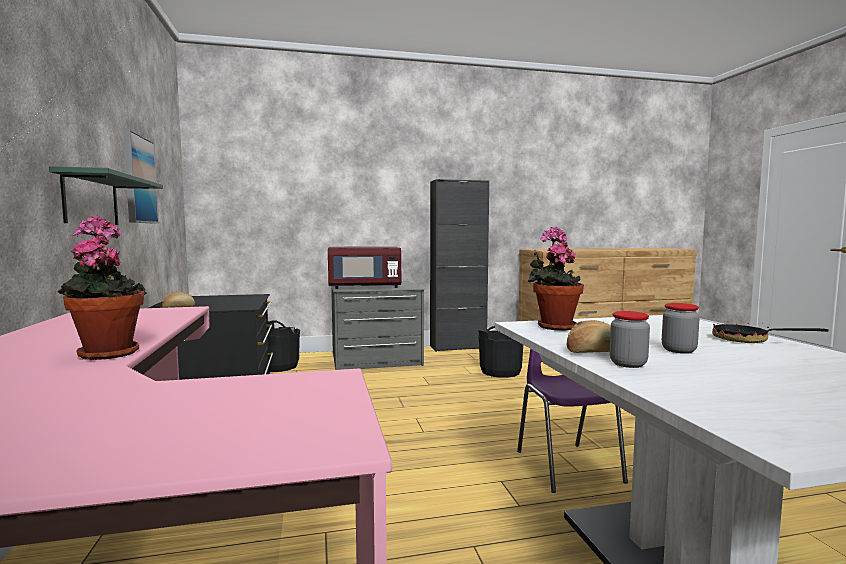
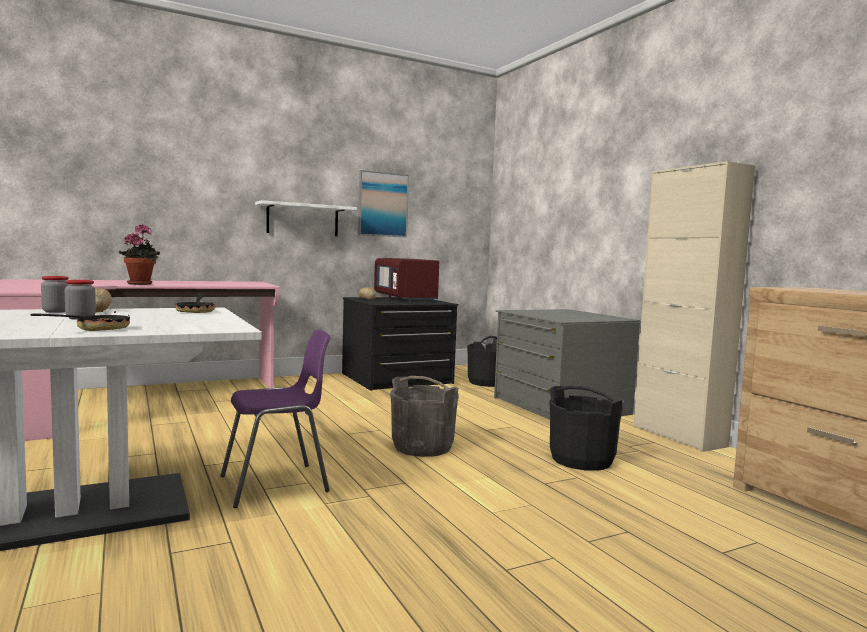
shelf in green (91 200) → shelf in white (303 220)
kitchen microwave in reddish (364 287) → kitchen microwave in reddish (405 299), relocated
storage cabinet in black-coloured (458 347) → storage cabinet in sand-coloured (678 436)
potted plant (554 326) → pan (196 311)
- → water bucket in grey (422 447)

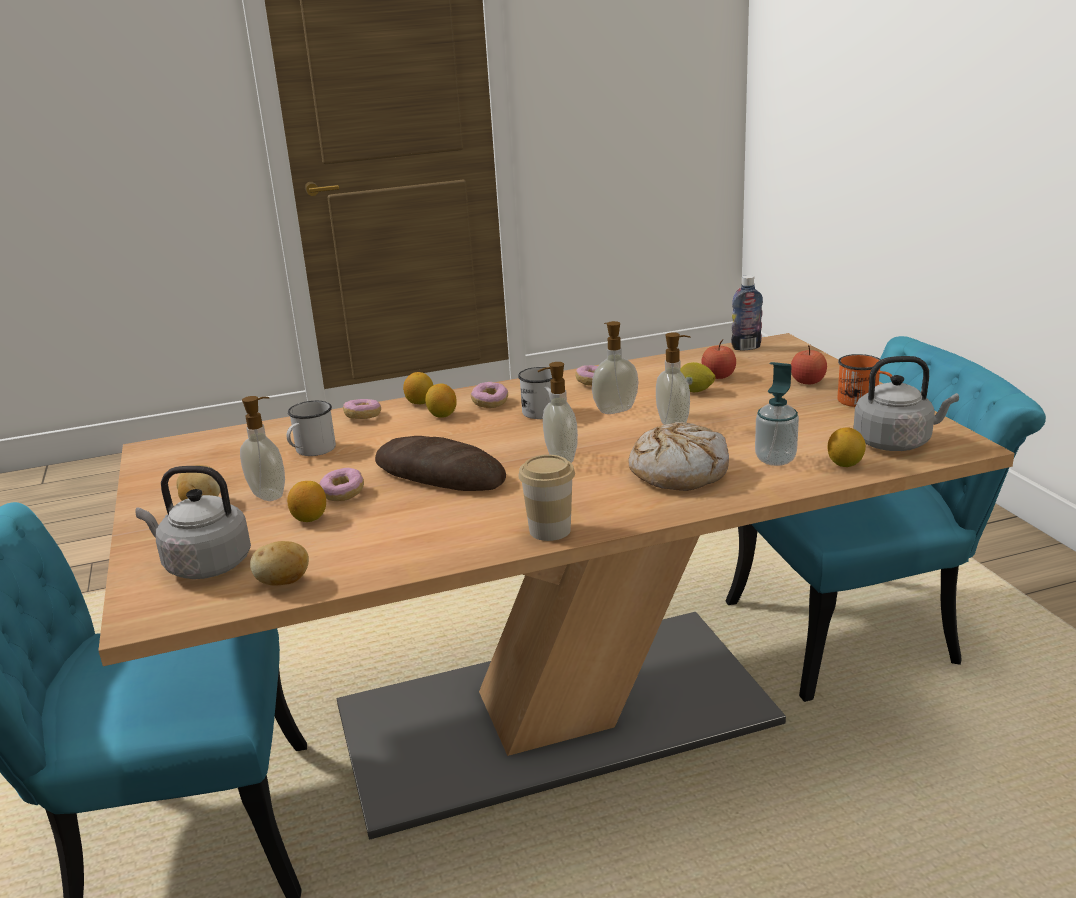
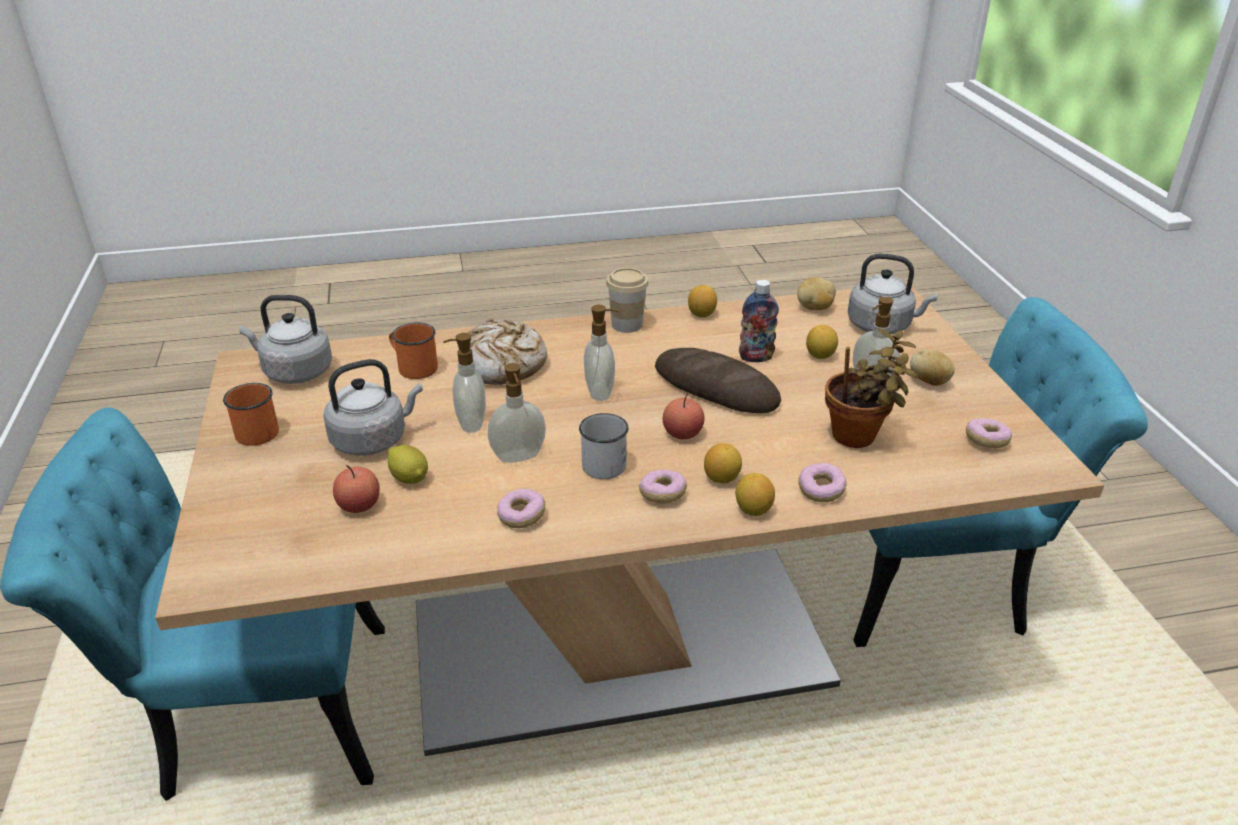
coffee mug in white (311 451) → potted plant (858 437)
ring doughnut (343 493) → ring doughnut (986 441), relocated
bottle (746 347) → bottle (756 357), relocated
liquid soap bottle (775 459) → coffee mug in orange-coloured (413 367)
apple fruit (807 382) → apple fruit (682 433), relocated
citrus fruit (845 464) → citrus fruit (701 314), relocated
- → kettle in grey (373 440)

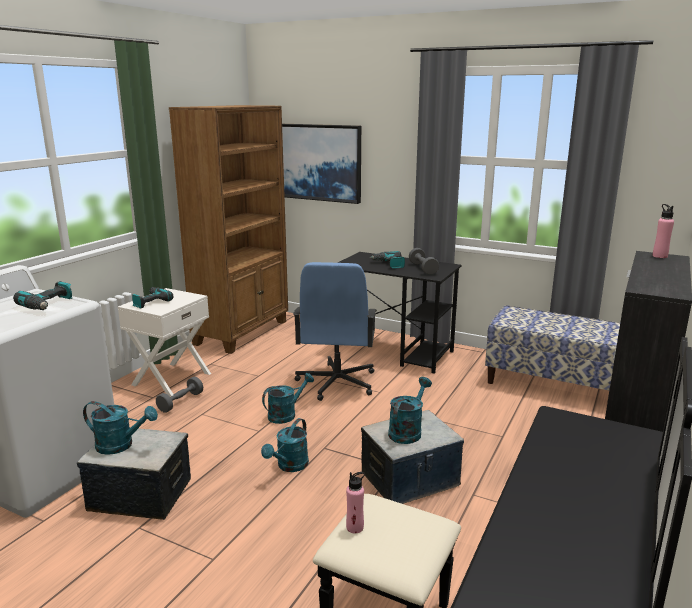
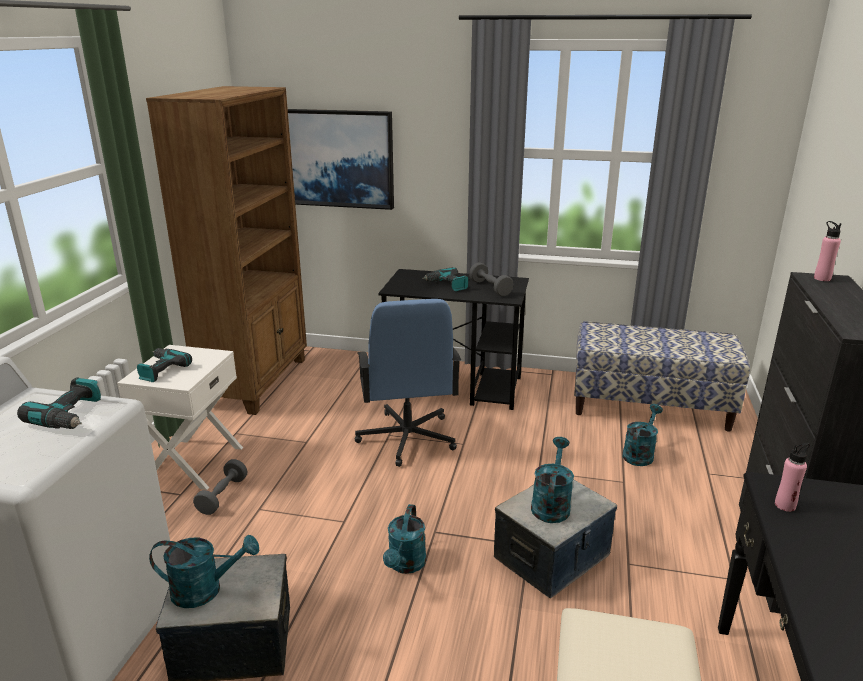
watering pot in blue-green (286 414) → watering pot in blue-green (639 454), relocated
bottle in pink-coloured (355 527) → bottle in pink-coloured (785 505), relocated

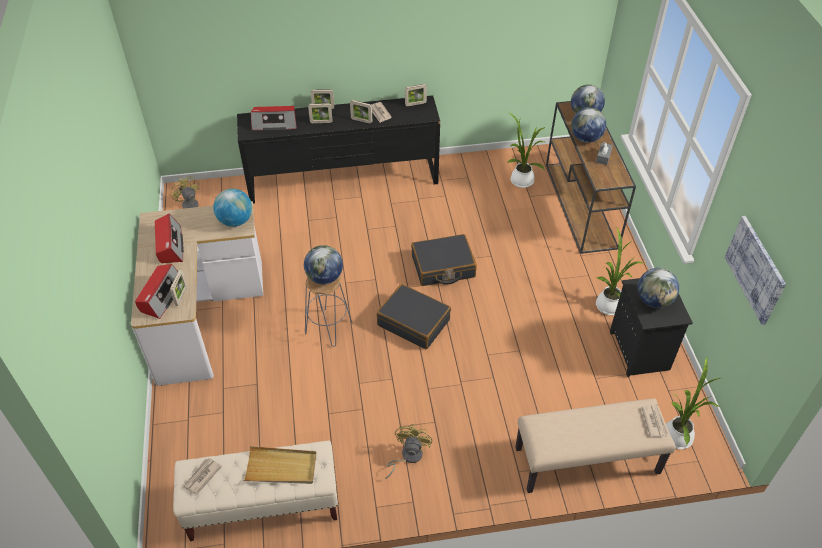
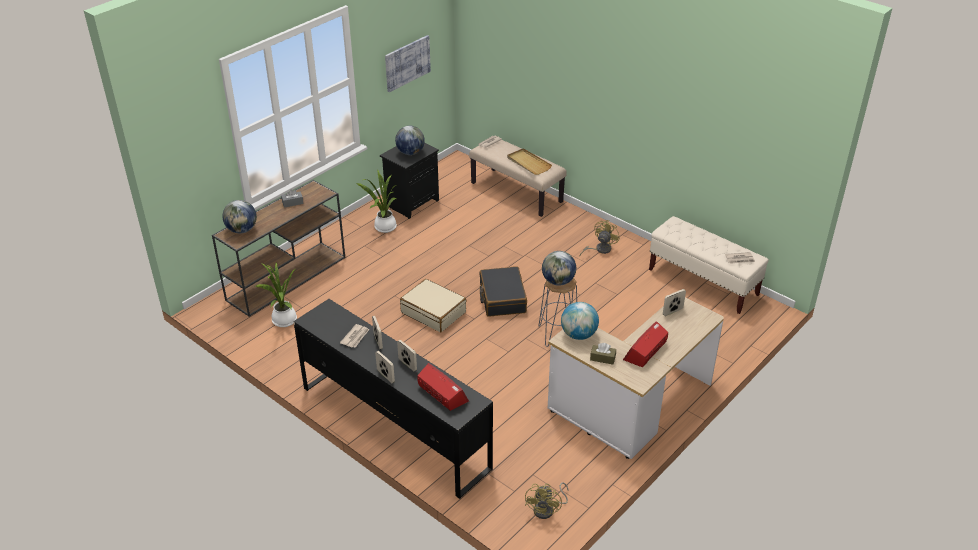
radio receiver (161 296) → -
serving tray in sand-coloured (281 467) → serving tray in sand-coloured (528 163), relocated
fan in yellowish (407 456) → fan in yellowish (600 249), 150 degrees clockwise
standing frame (415 104) → -
piece of luggage in black-coloured (443 267) → piece of luggage in sand-coloured (433 312)
desk globe (585 138) → -
potted plant (678 435) → -
- → box of tissues in brownish (602 358)

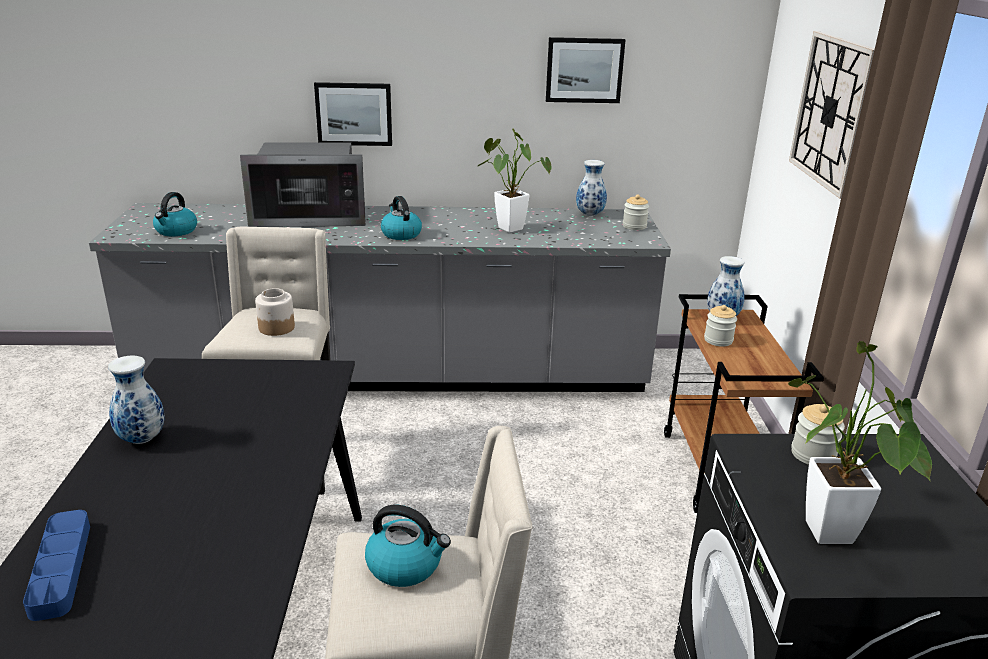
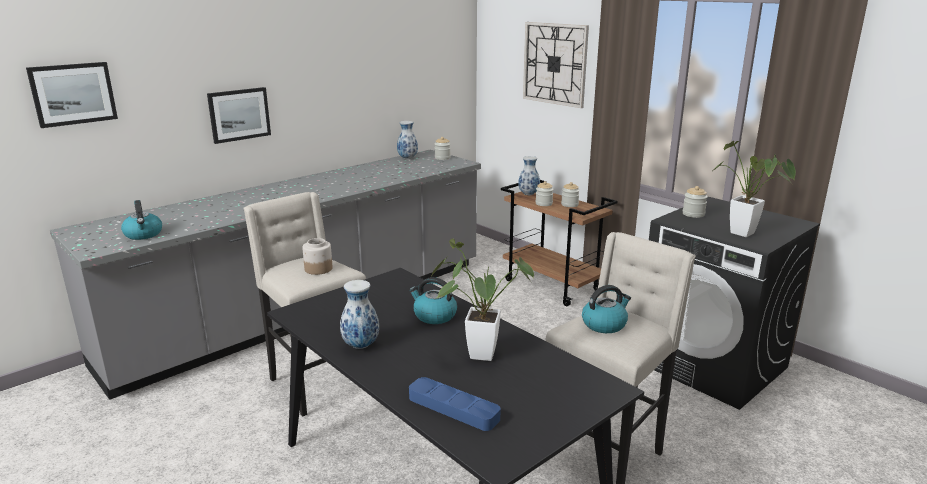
kitchen microwave (310 216) → -
kettle (400 234) → kettle (434 316), relocated
potted plant (507 227) → potted plant (475 354), relocated
wall picture (584 70) → wall picture (73 94), relocated
- → storage jar (569 204)

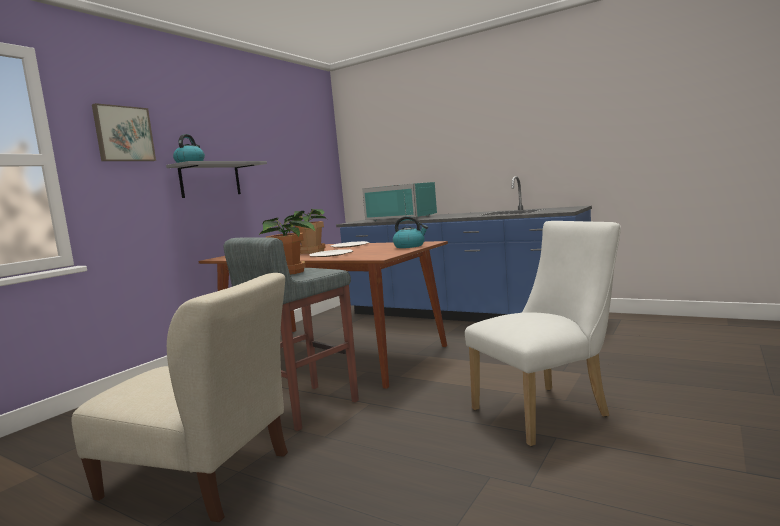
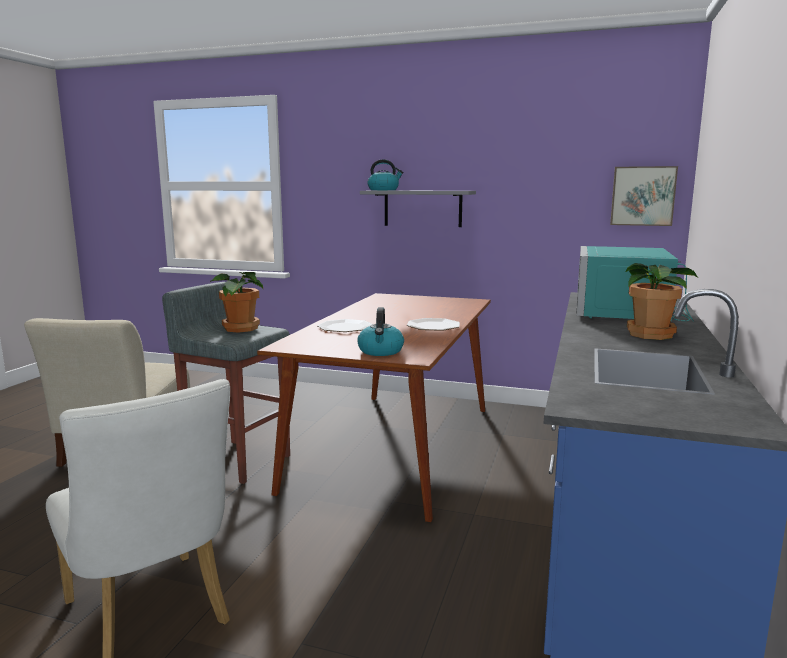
wall picture (123 134) → wall picture (642 196), relocated
potted plant (311 252) → potted plant (650 334), relocated

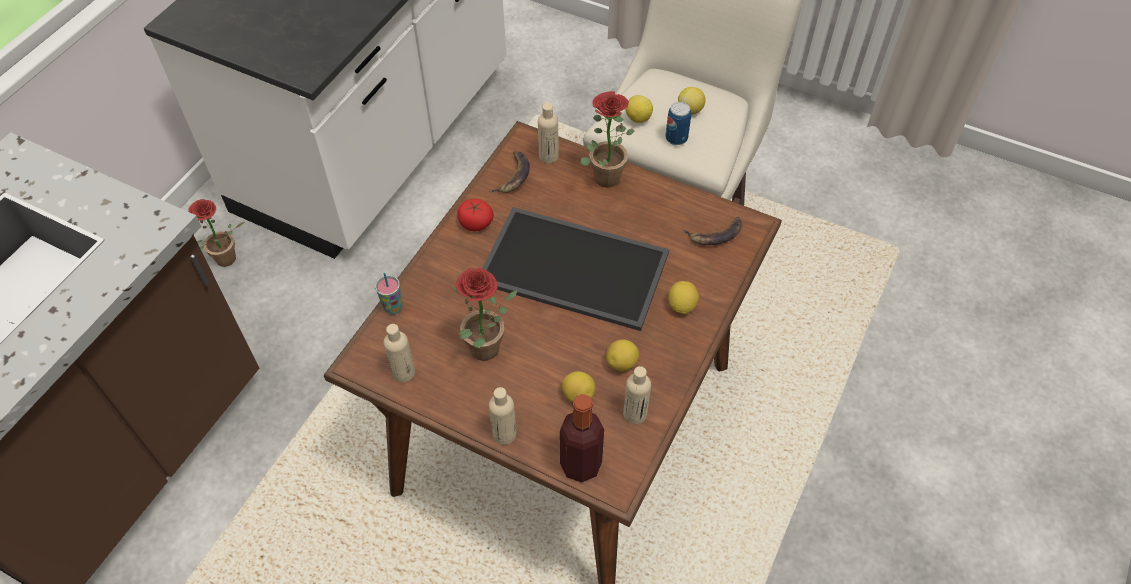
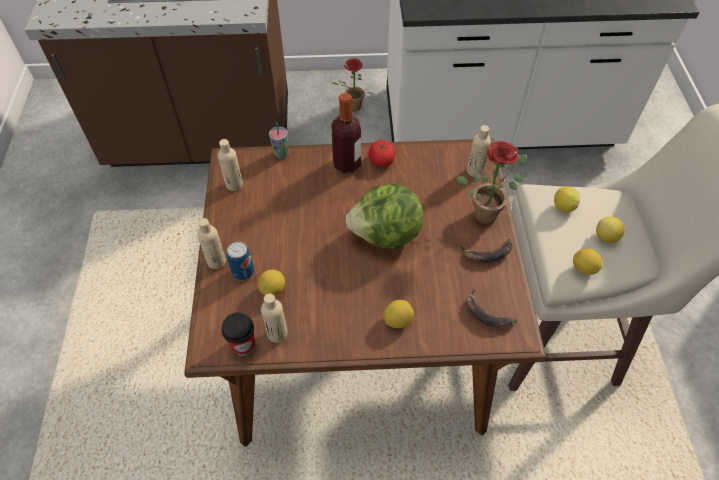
potted plant (487 354) → -
serving tray (576 266) → lettuce (386 235)
banana fruit (513 176) → banana fruit (487 252), relocated
bottle (581 464) → bottle (347 164), relocated
citrus fruit (622 363) → citrus fruit (583 268), relocated
can (676 138) → can (243 272), relocated
- → small cup (243 345)

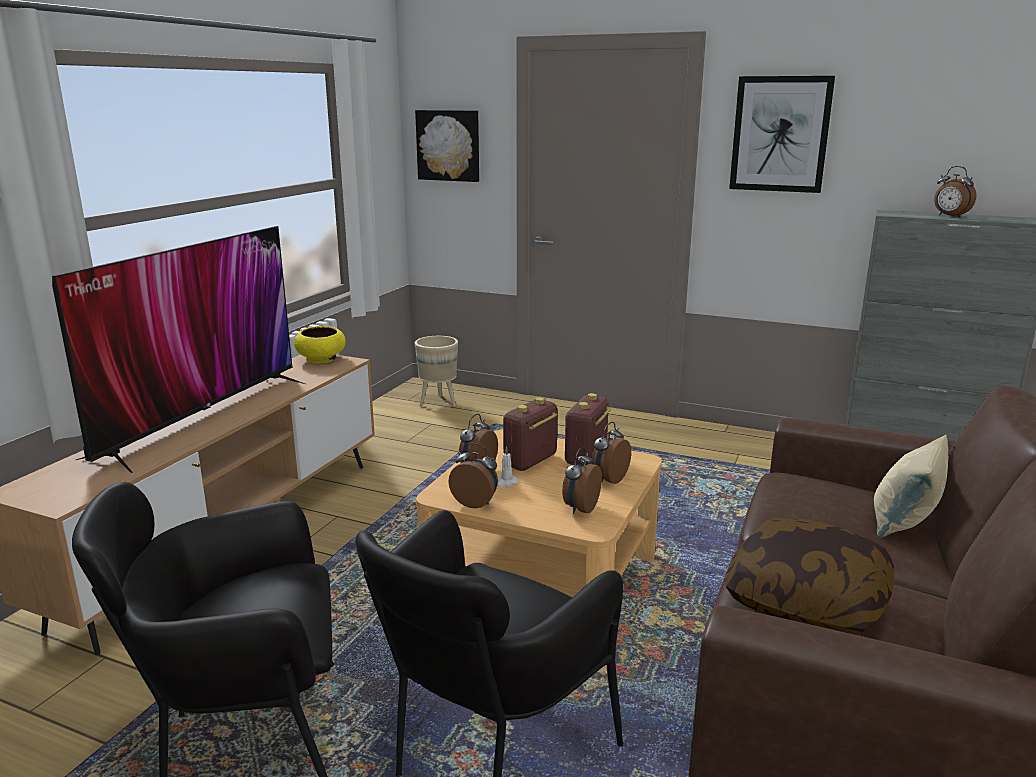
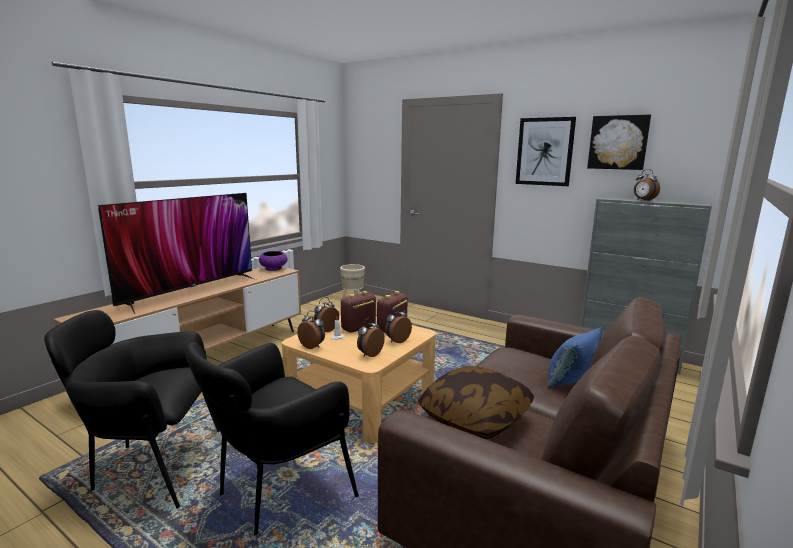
deep dish in yellowish (322 359) → deep dish in purple-coloured (274 269)
wall picture (449 145) → wall picture (618 142), relocated
throw pillow in sand-coloured (904 522) → throw pillow in blue (571 381)

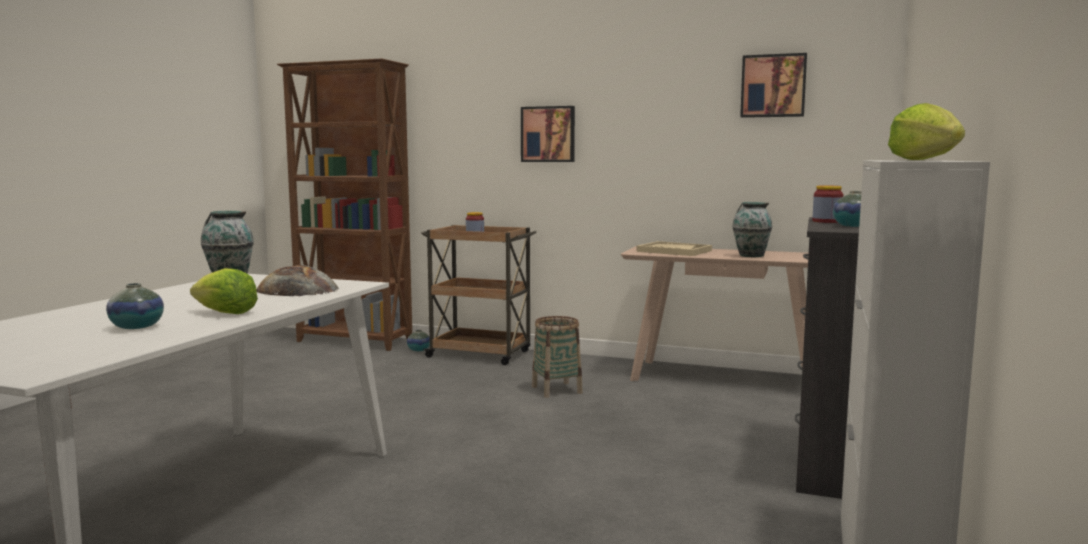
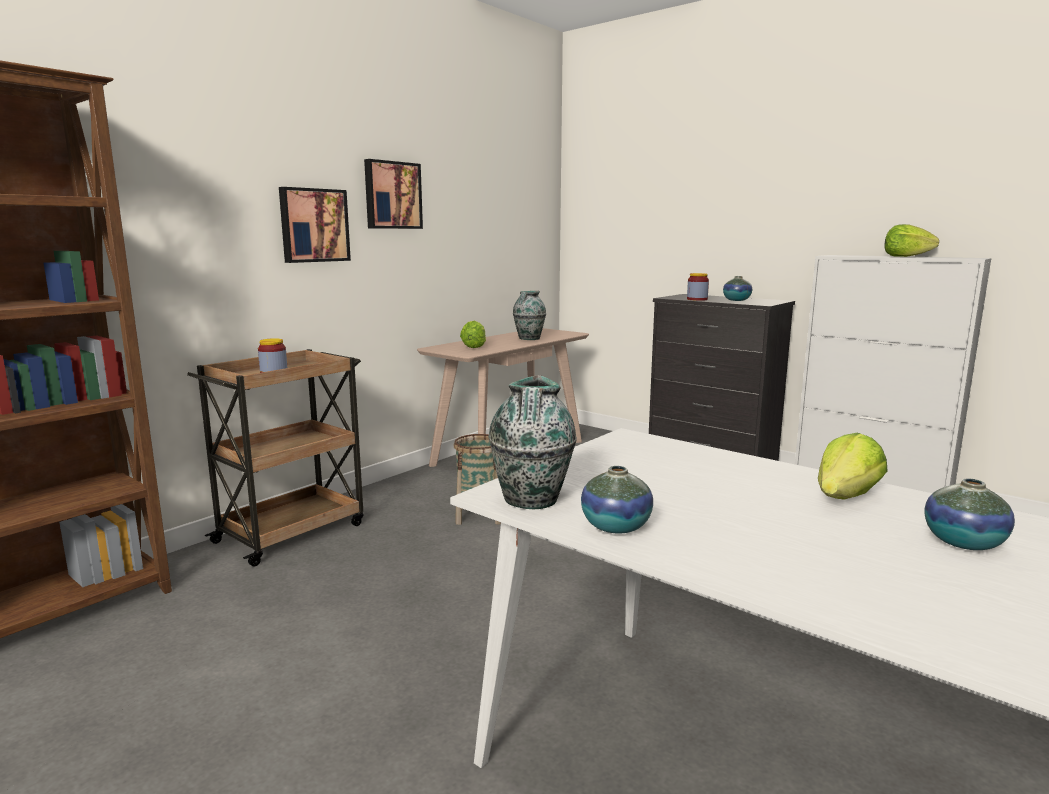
bread (298 290) → -
flower vase (419 350) → flower vase (616 526), relocated
serving tray in sand-coloured (674 251) → lettuce (474 346)
wall picture (773 86) → wall picture (392 195), relocated

